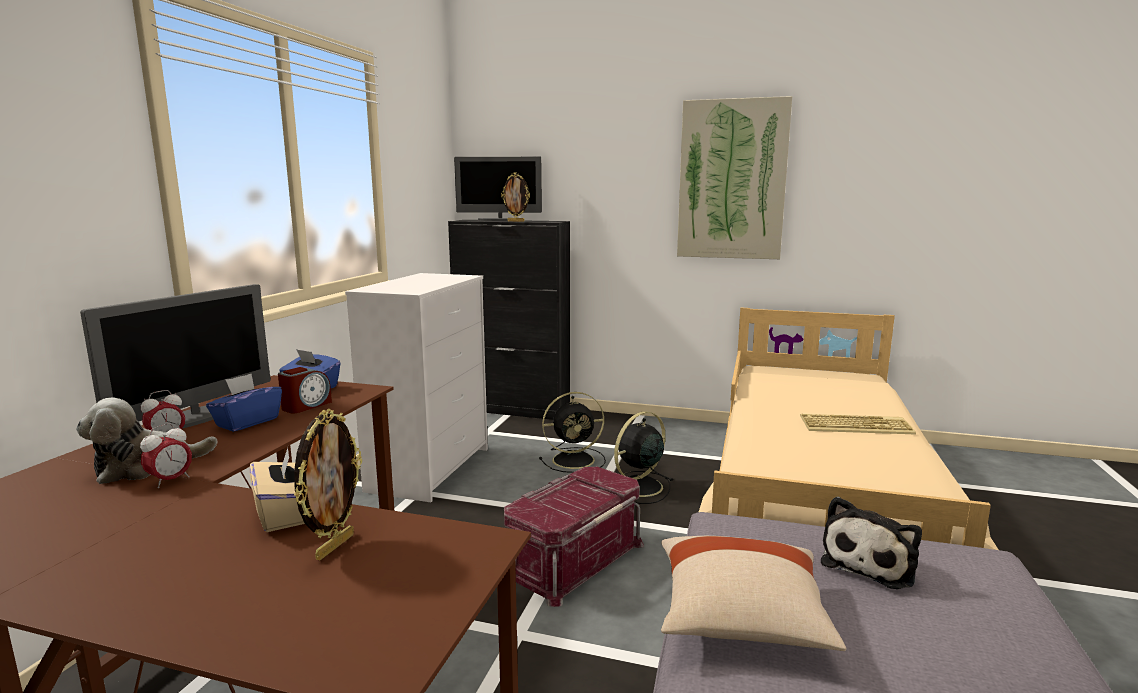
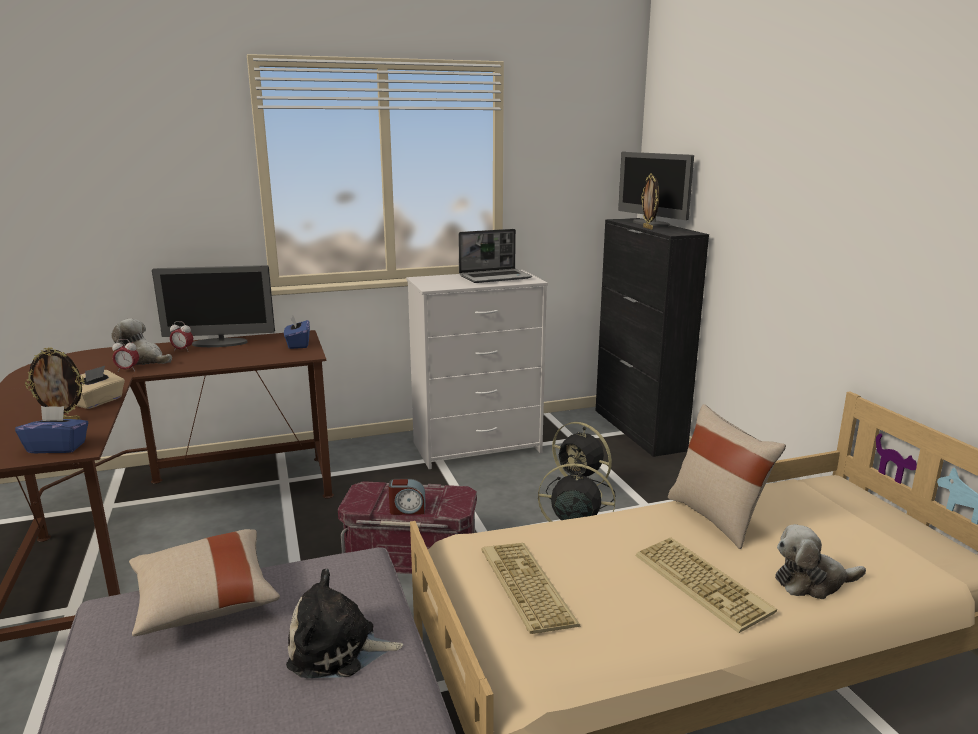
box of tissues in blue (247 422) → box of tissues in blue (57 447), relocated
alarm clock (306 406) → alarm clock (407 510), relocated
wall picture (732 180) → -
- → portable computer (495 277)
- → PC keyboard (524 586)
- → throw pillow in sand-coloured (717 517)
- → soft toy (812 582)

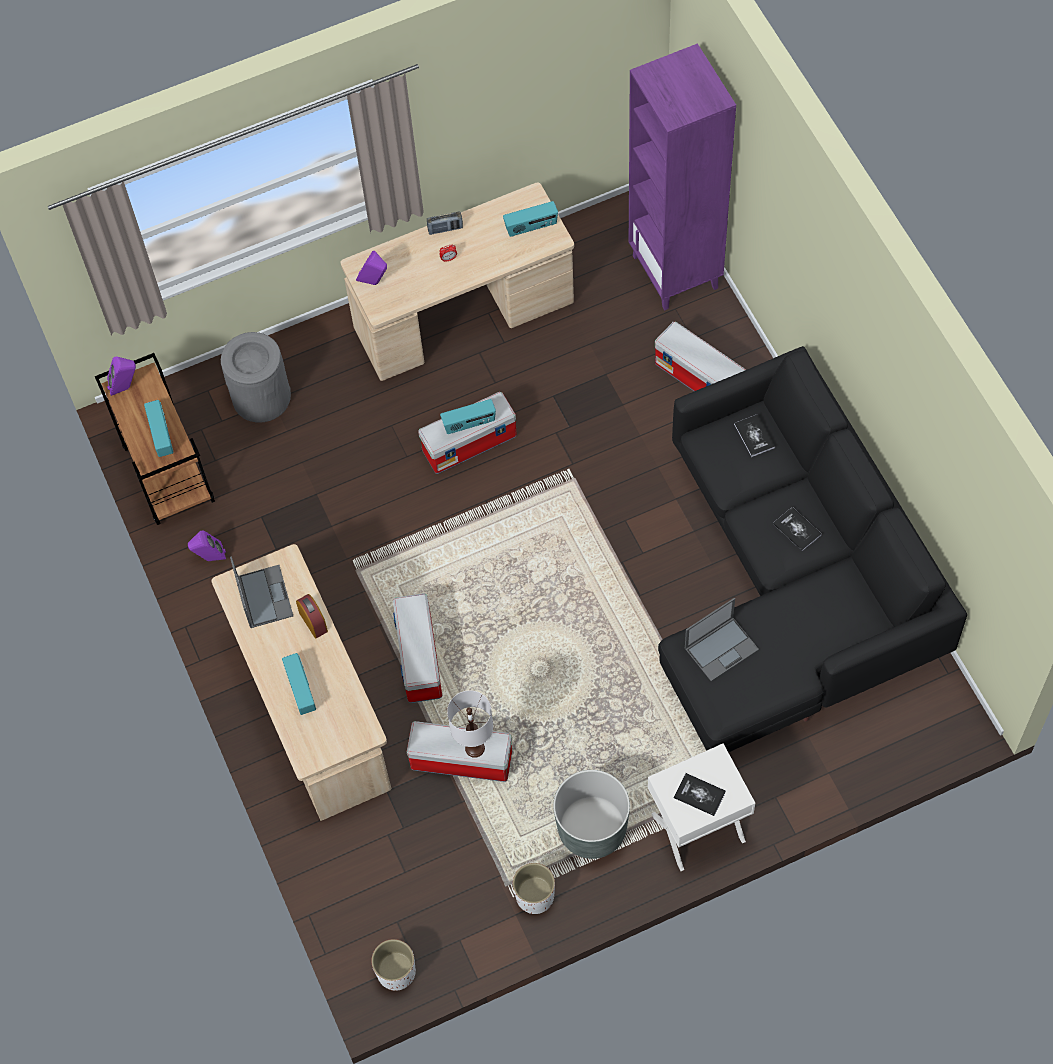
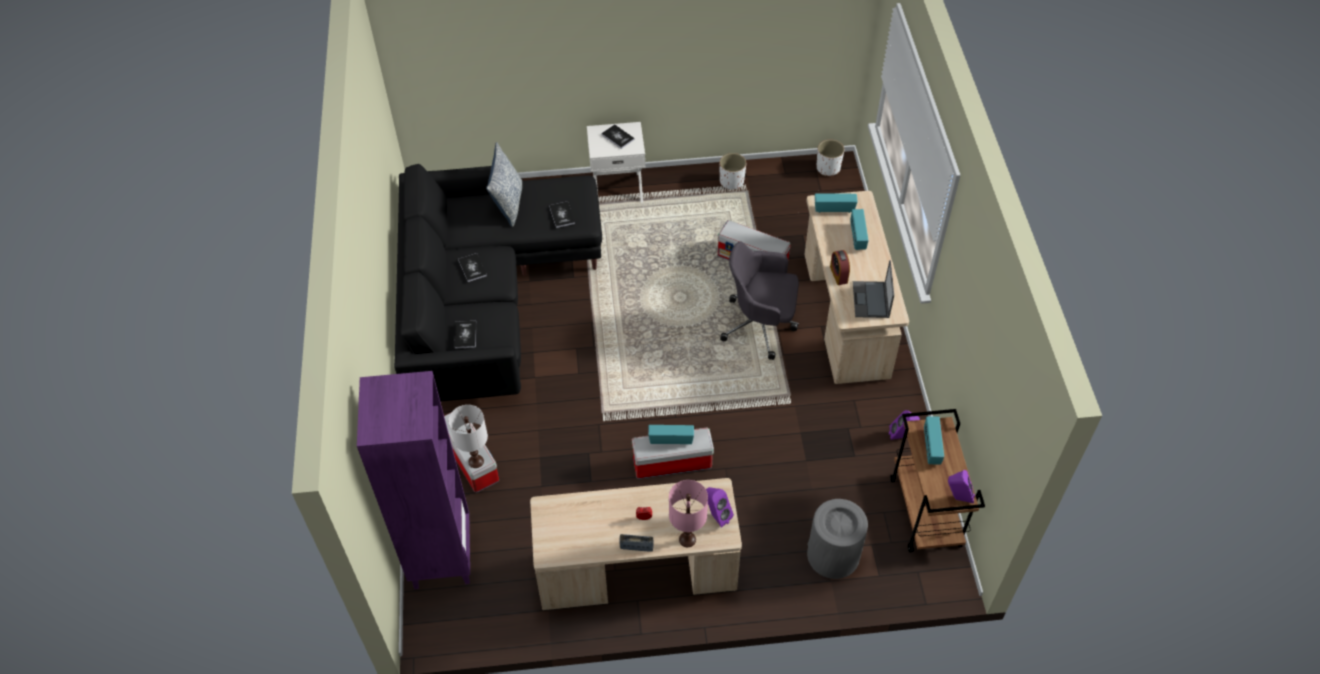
storage bin (420 659) → desk chair in grey (761 325)
table lamp in white (475 748) → table lamp in white (476 461), relocated
radio receiver (531 227) → radio receiver (834 209), relocated
plant pot in grey (592 828) → -
portable computer (722 648) → volume (562 215)
- → throw pillow (508 203)
- → table lamp in pink-coloured (687 539)

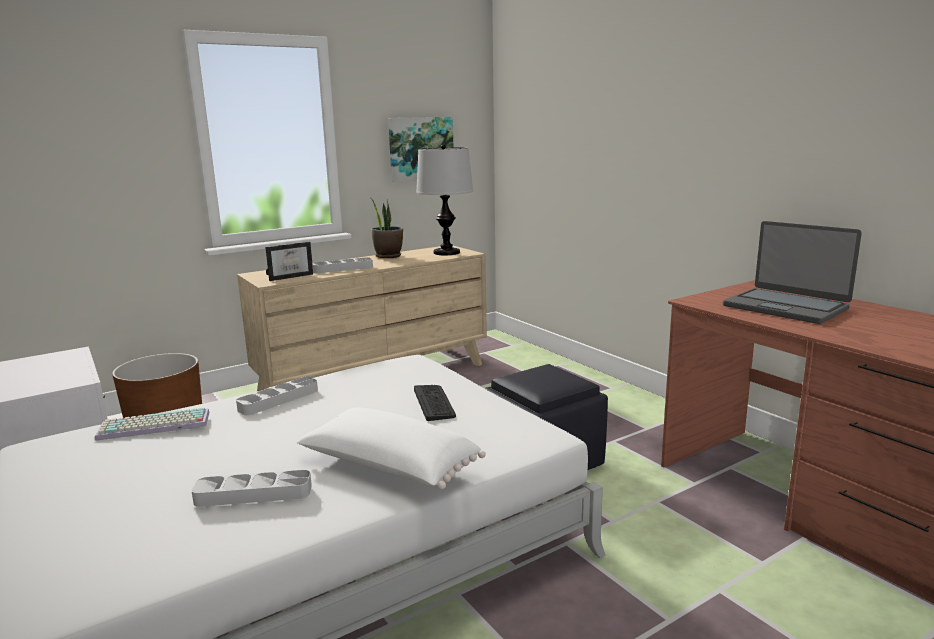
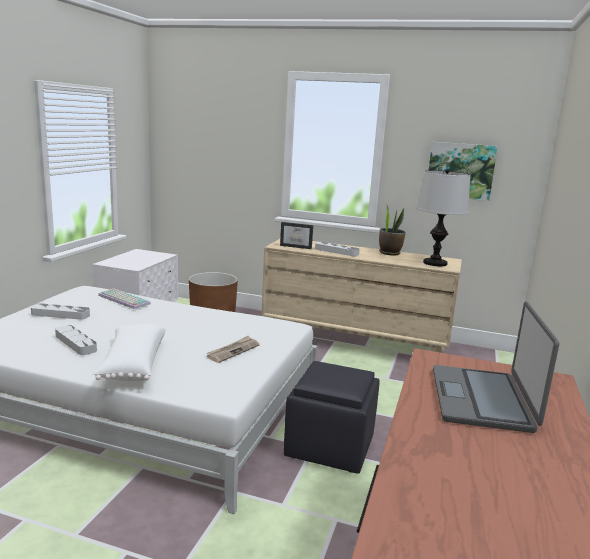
serving tray in grey (279 400) → serving tray in grey (60 314), relocated
PC keyboard (434 403) → newspaper (233 351)

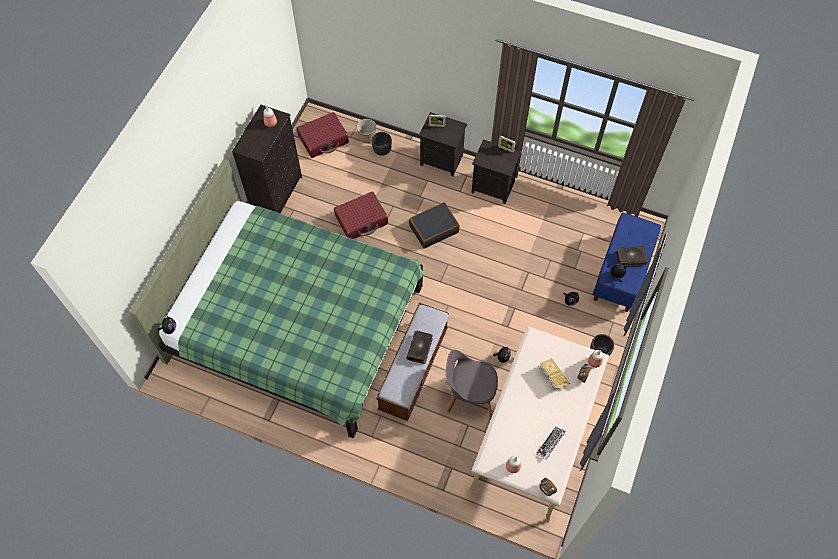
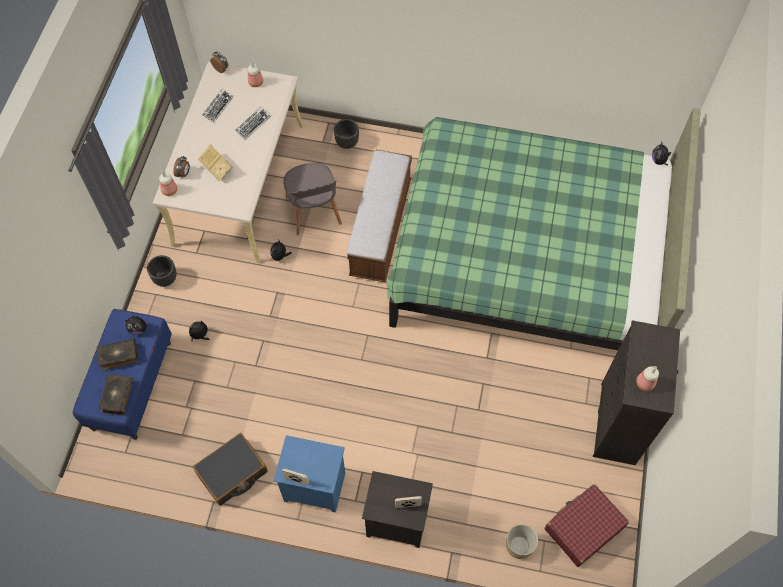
piece of luggage in reddish (361 220) → -
plant pot in black-coloured (382 151) → plant pot in black-coloured (346 143), relocated
volume (420 349) → volume (117 396), relocated
piece of luggage in black-coloured (433 228) → piece of luggage in black-coloured (232 472), relocated
upright chair in grey (469 395) → upright chair in grey (313 211), 75 degrees clockwise
night table in black-coloured (493 187) → night table in blue (313 488)
- → PC keyboard (253 124)

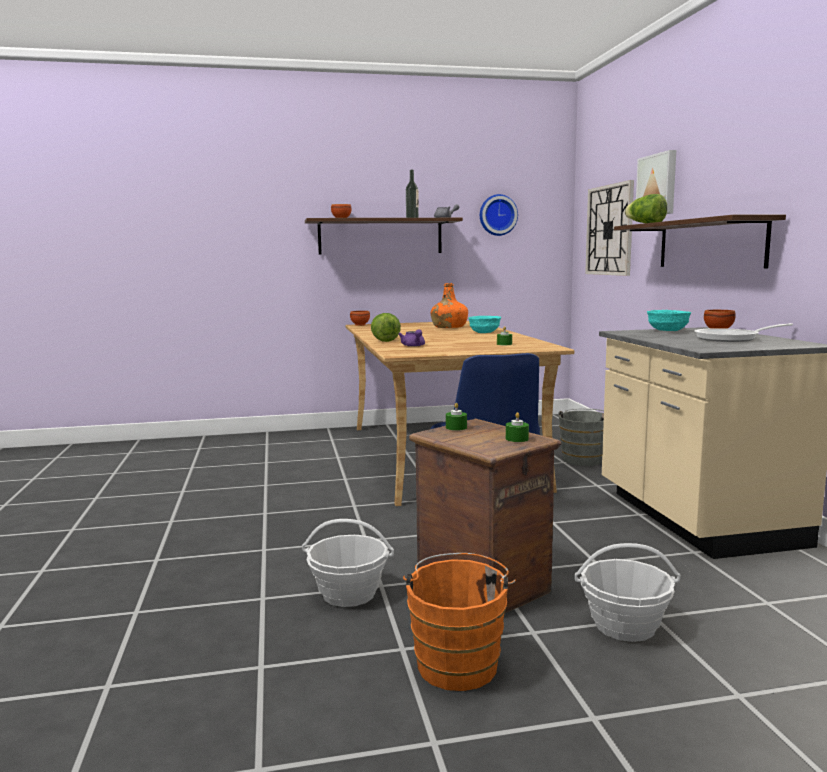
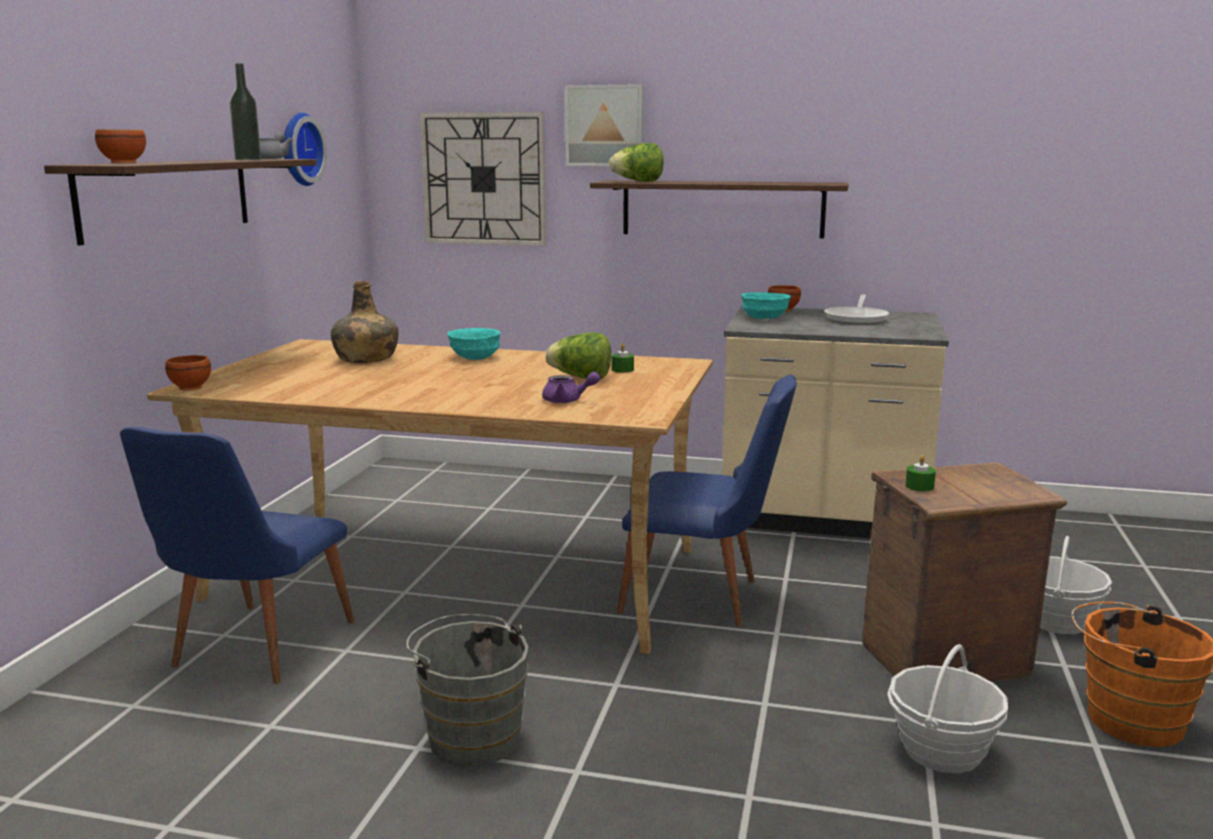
lettuce (384 340) → lettuce (581 378), relocated
bottle in orange-coloured (449 327) → bottle in green (365 359)
wax light in green (517 439) → -
water bucket in grey (584 459) → water bucket in grey (471 736), relocated
- → upright chair in blue (251 651)

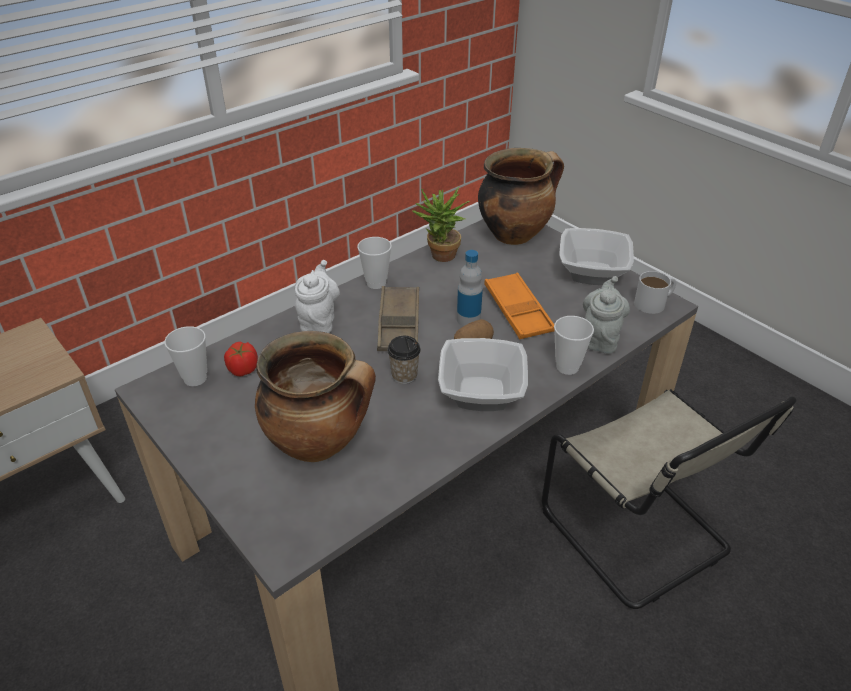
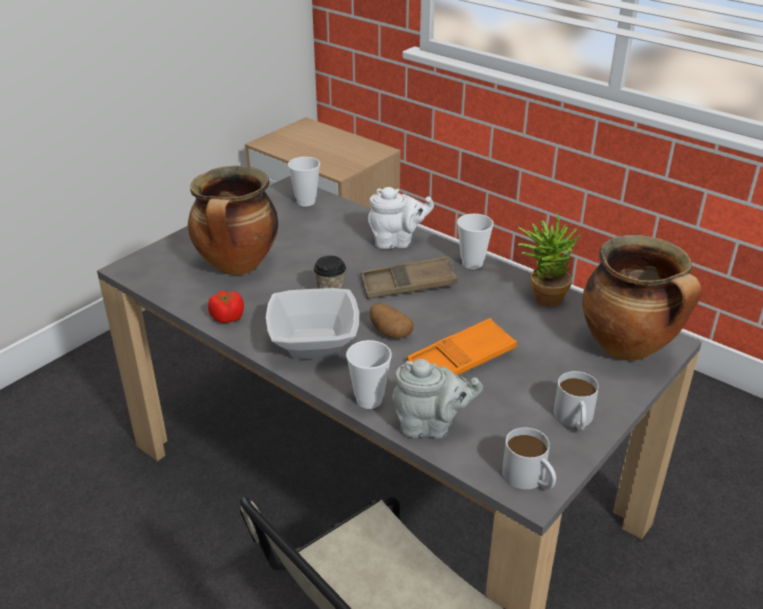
tomato (243 369) → tomato (227 317), relocated
bottle (468 320) → -
deep dish (593 273) → coffee mug in white (574 419)

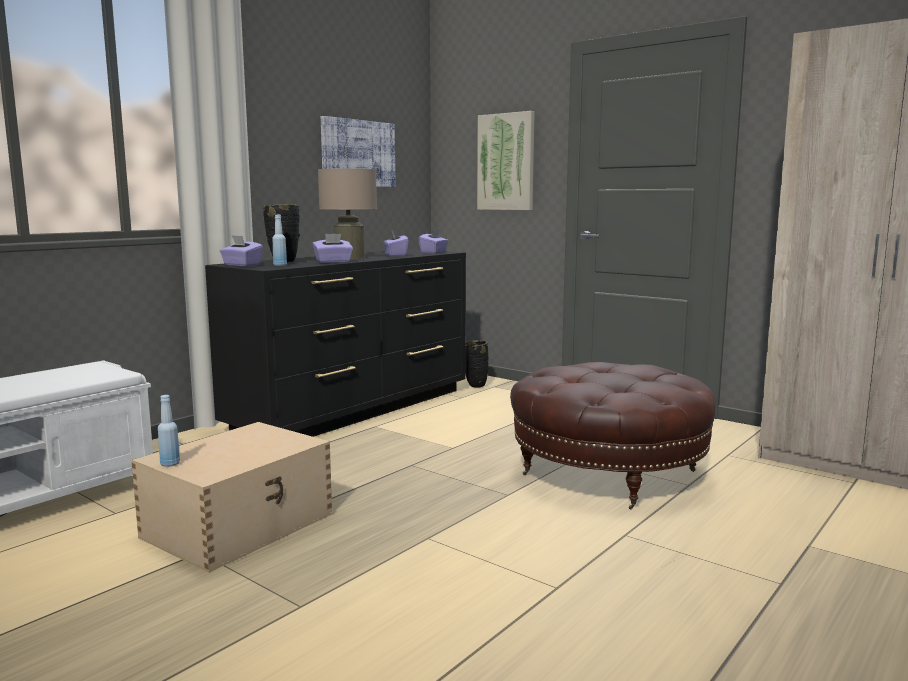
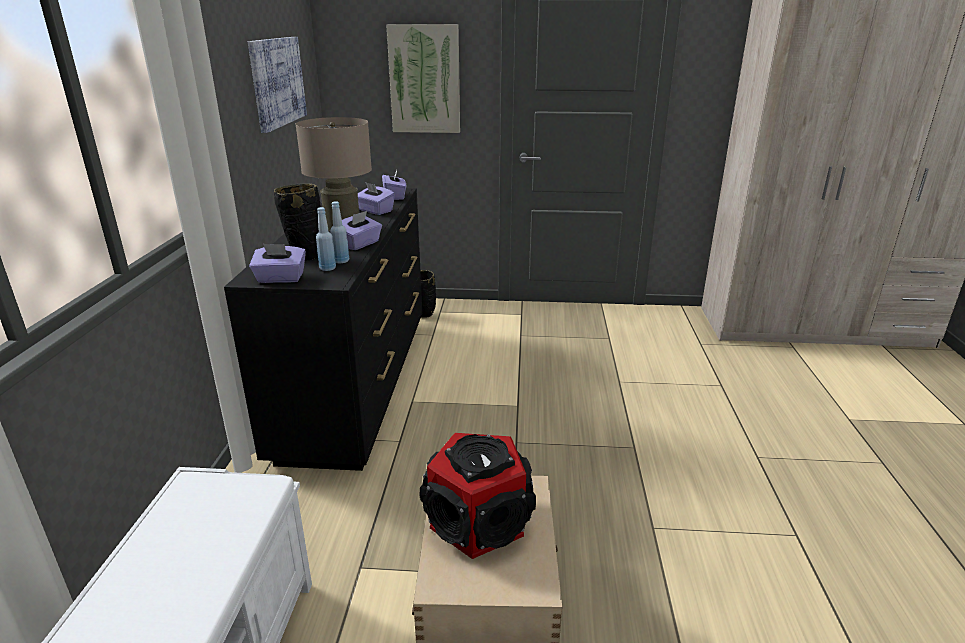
bottle in blue (170 464) → bottle in blue (341 261), relocated
pouffe in brownish (608 473) → -
- → loudspeaker (478 522)

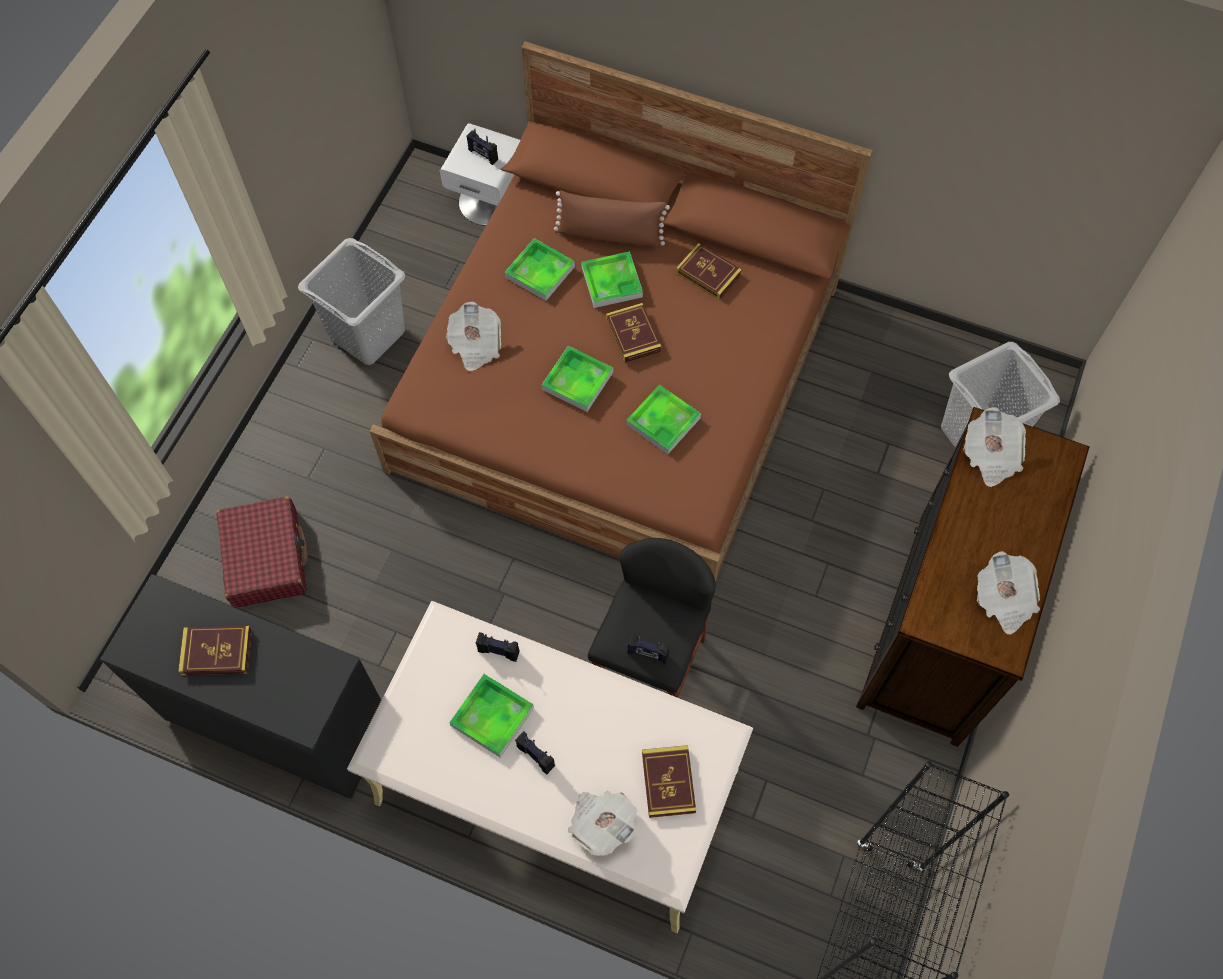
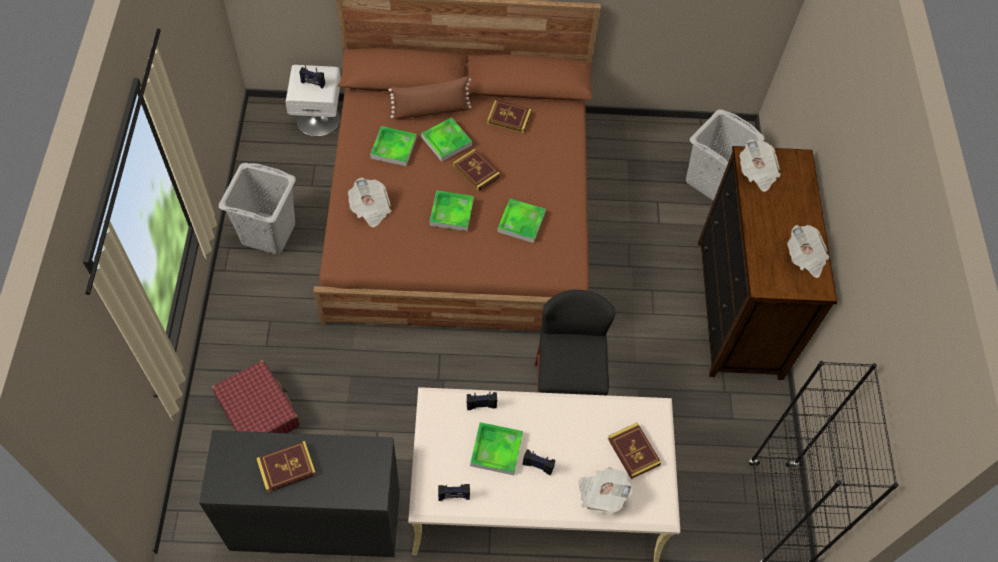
radio receiver (647 654) → radio receiver (454 496), relocated

